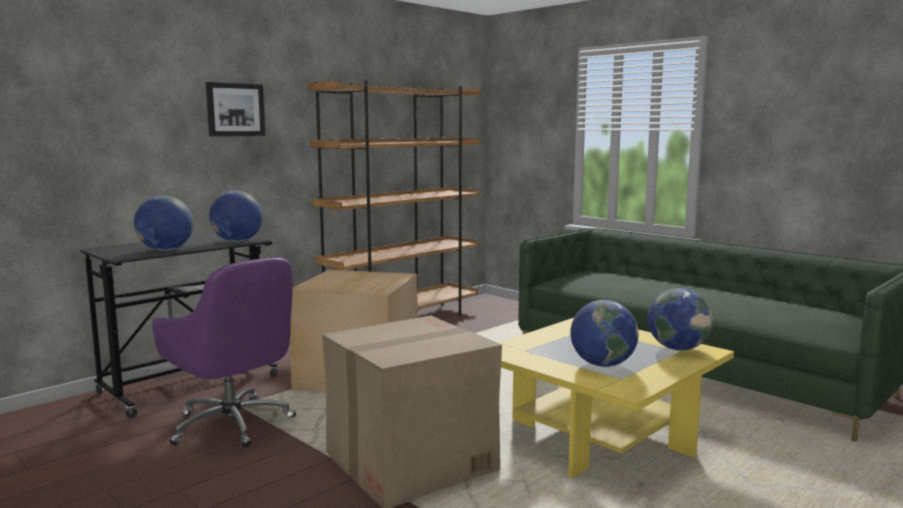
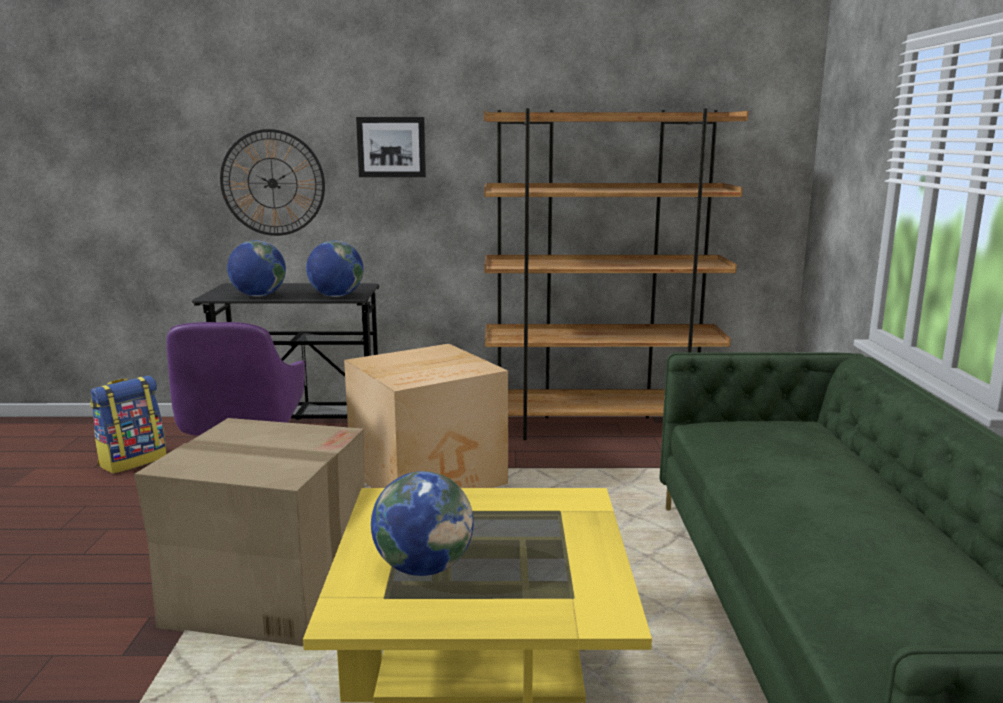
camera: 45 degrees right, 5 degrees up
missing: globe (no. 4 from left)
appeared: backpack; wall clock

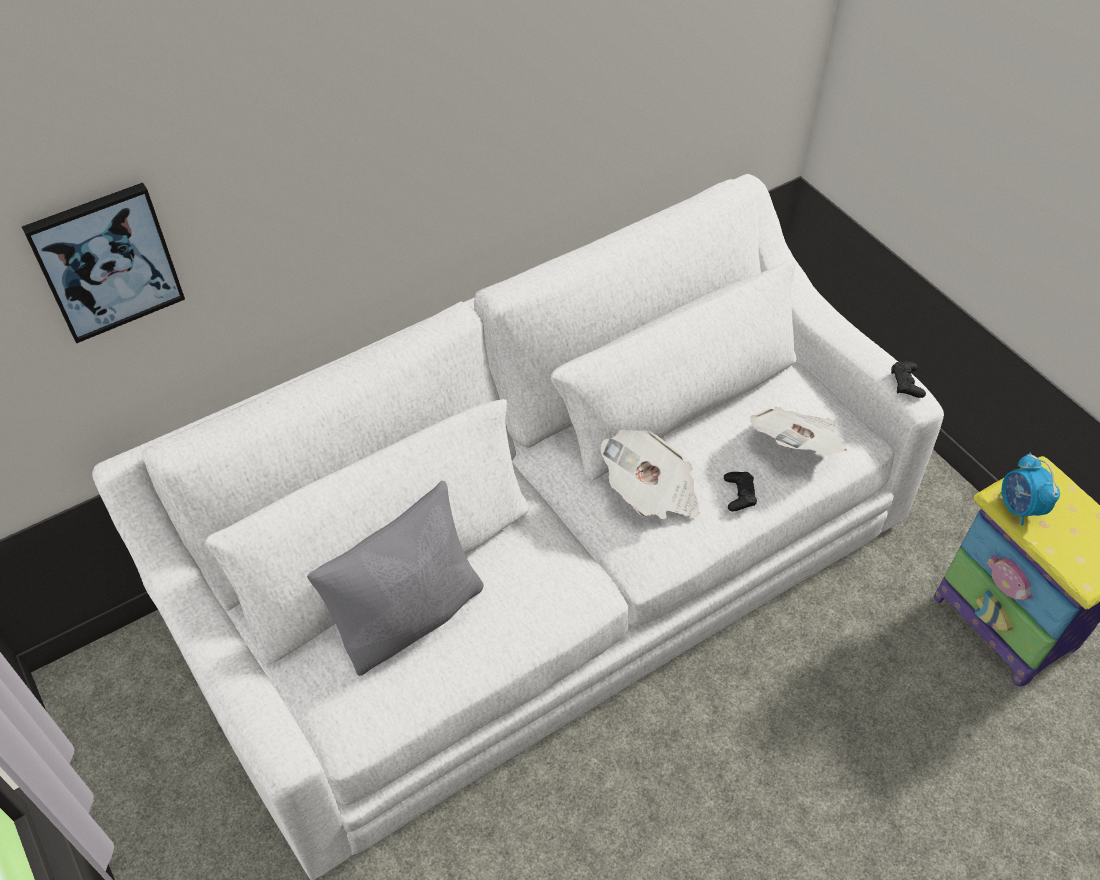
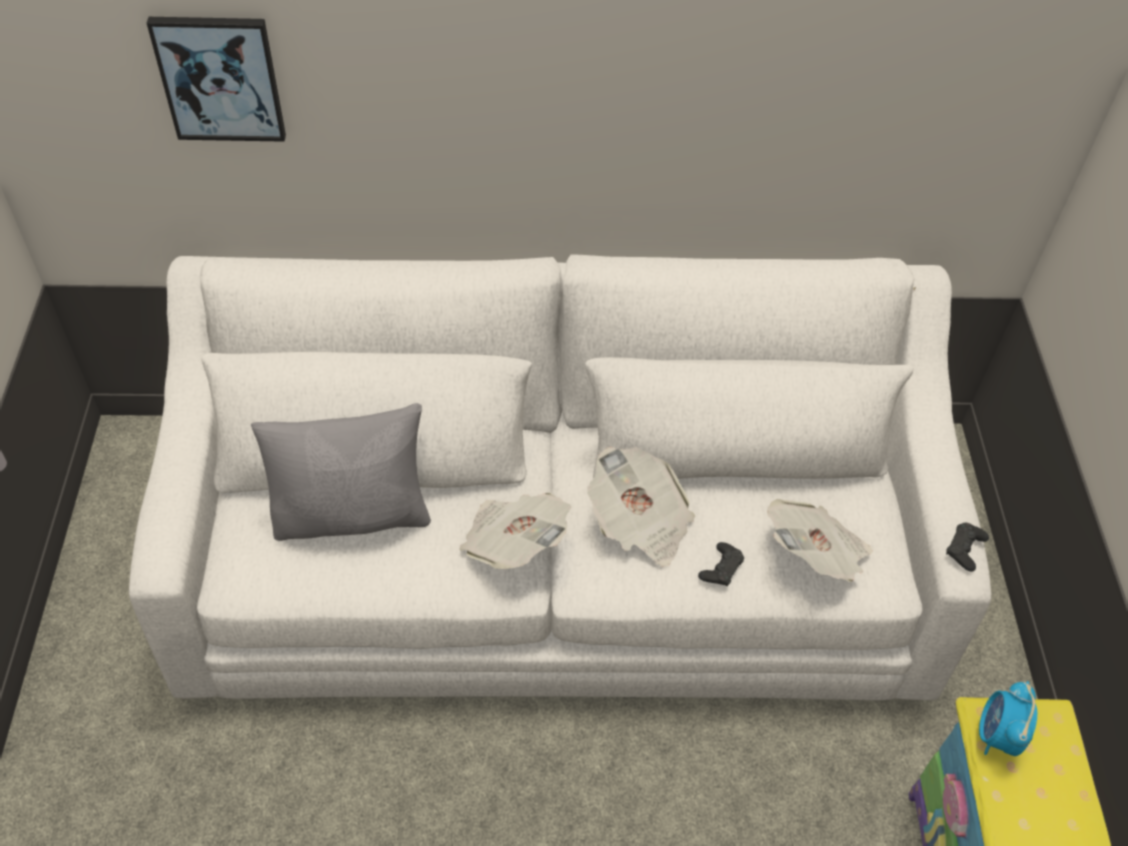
camera: 30 degrees right, 0 degrees up
appeared: newspaper (no. 1 from left)

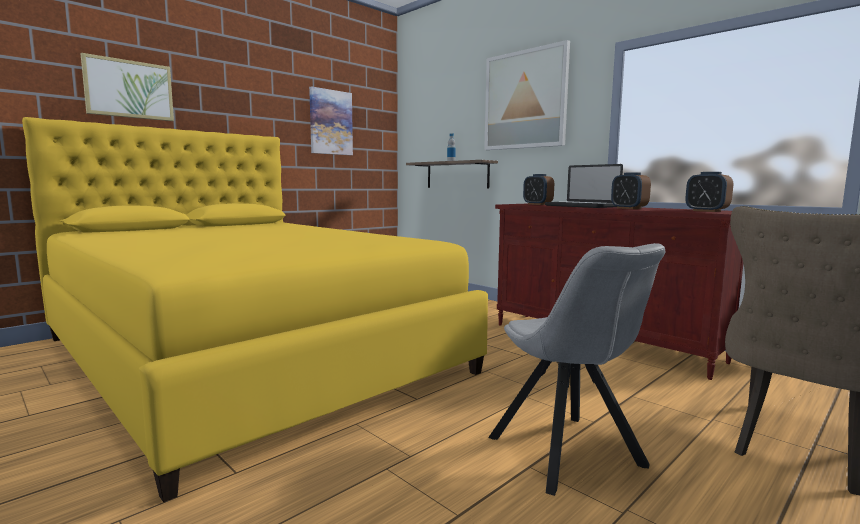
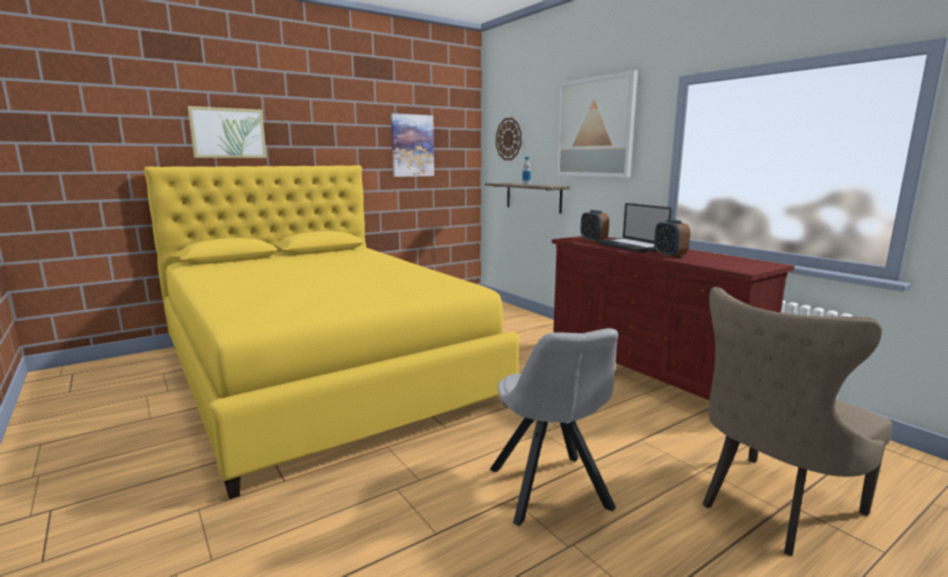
camera: 10 degrees right, 5 degrees up
missing: alarm clock (no. 3 from left)
appeared: wall clock

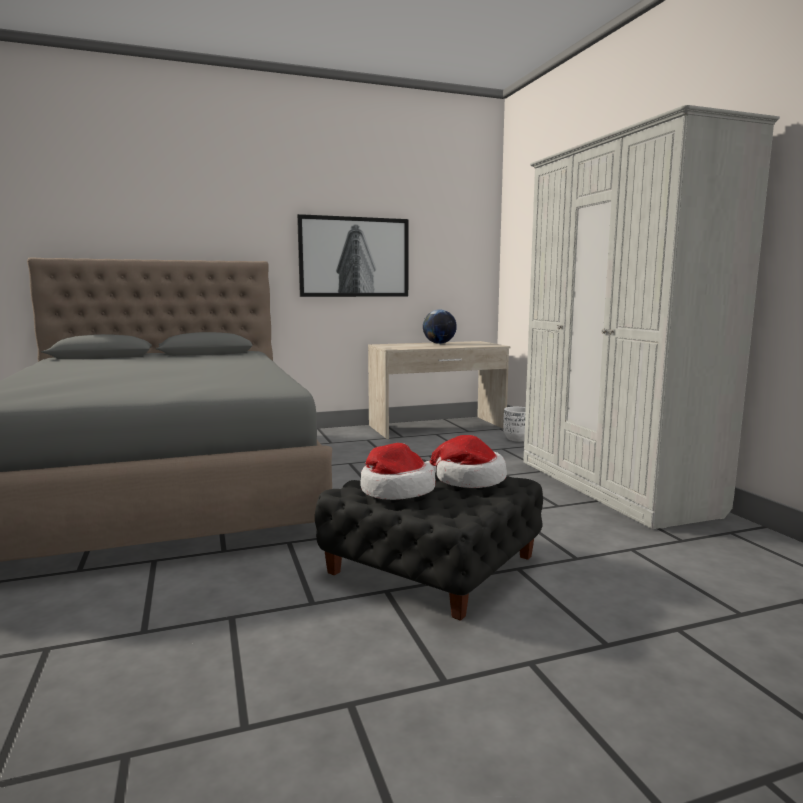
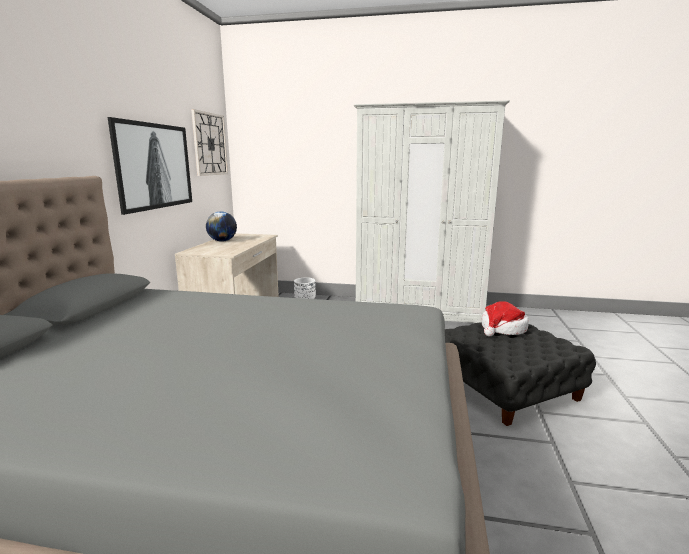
camera: 60 degrees left, 5 degrees up
missing: hat (no. 1 from left)
appeared: wall clock

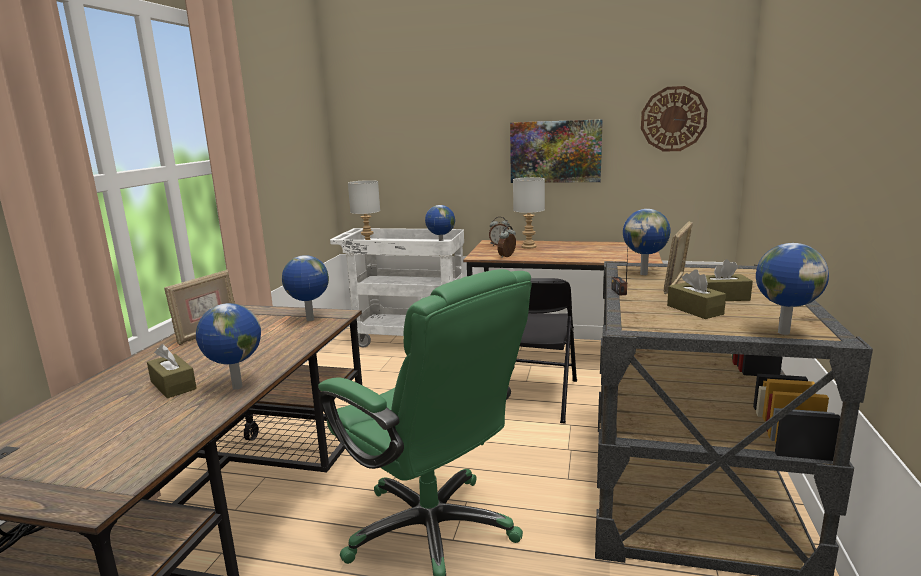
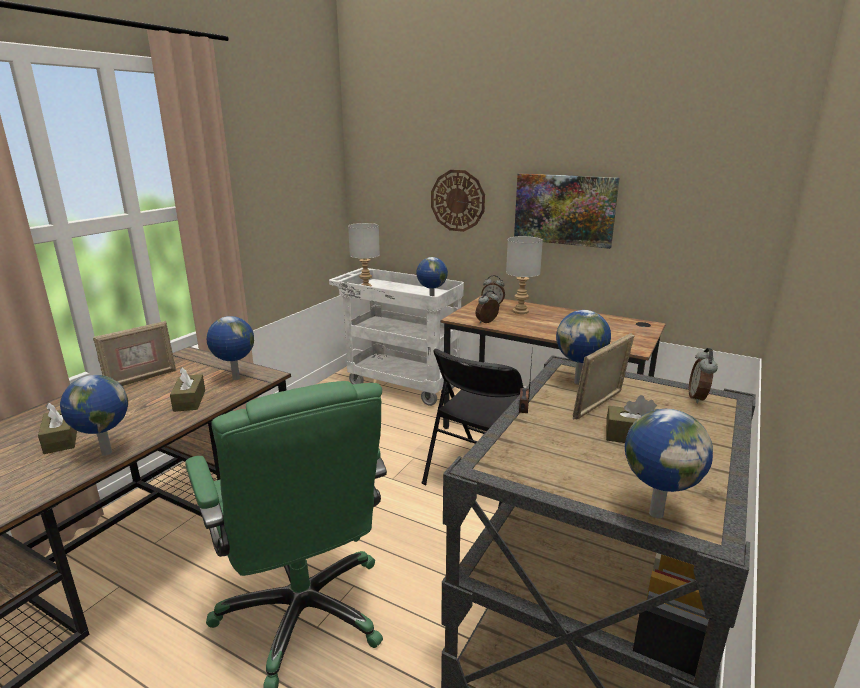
camera: 15 degrees right, 5 degrees up
appeared: alarm clock (no. 3 from left)
relocated: wall clock; tissue box in brown (no. 2 from left)

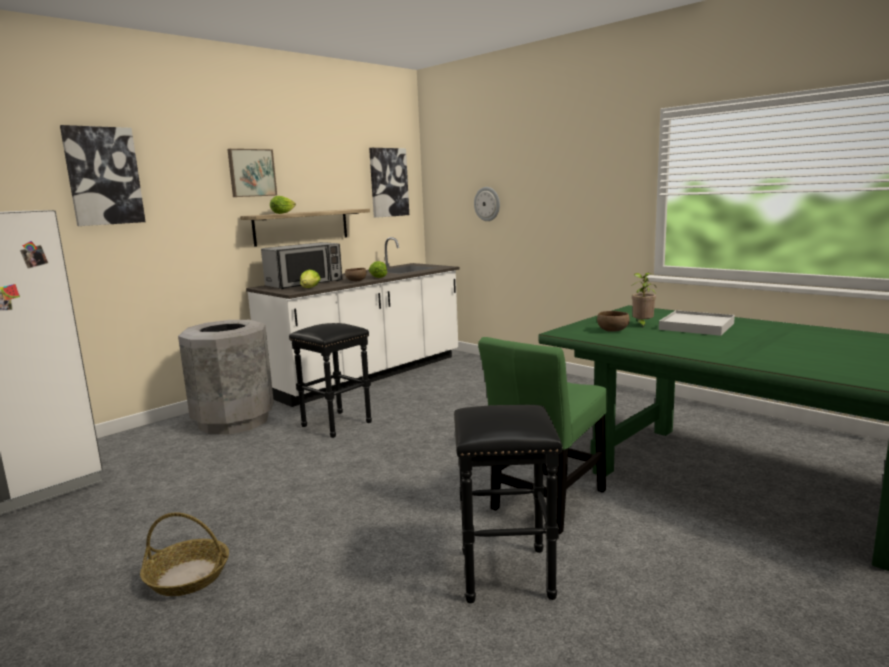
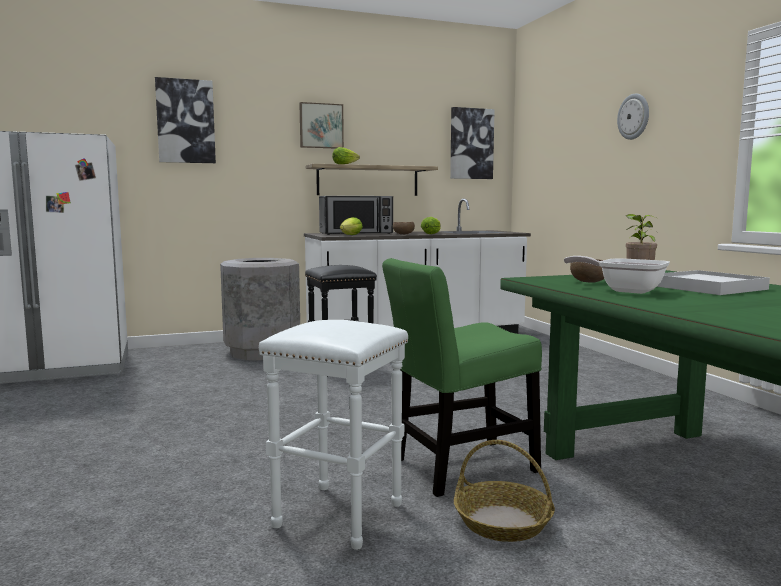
camera: 25 degrees right, 5 degrees down
appeared: frying pan
relocated: basket; wall clock
colour: stool in black (no. 2 from left) to stool in white

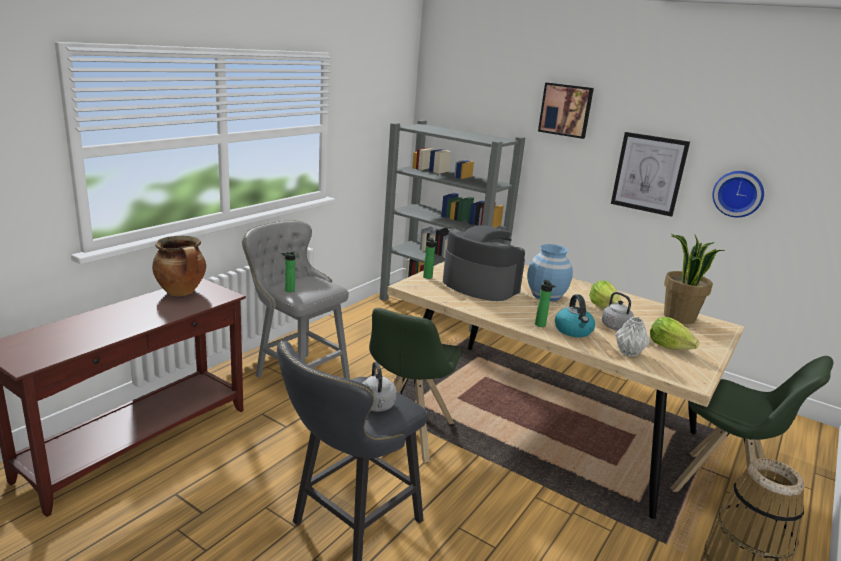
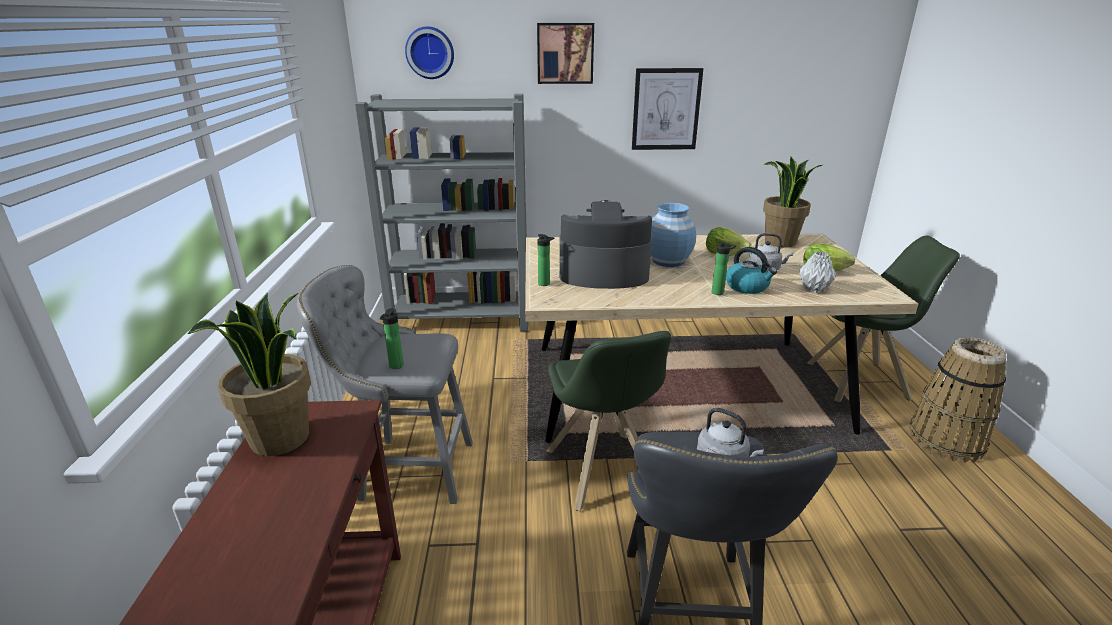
camera: 35 degrees left, 5 degrees up
relocated: wall clock
exchanged: cooking pot to potted plant (no. 1 from left)

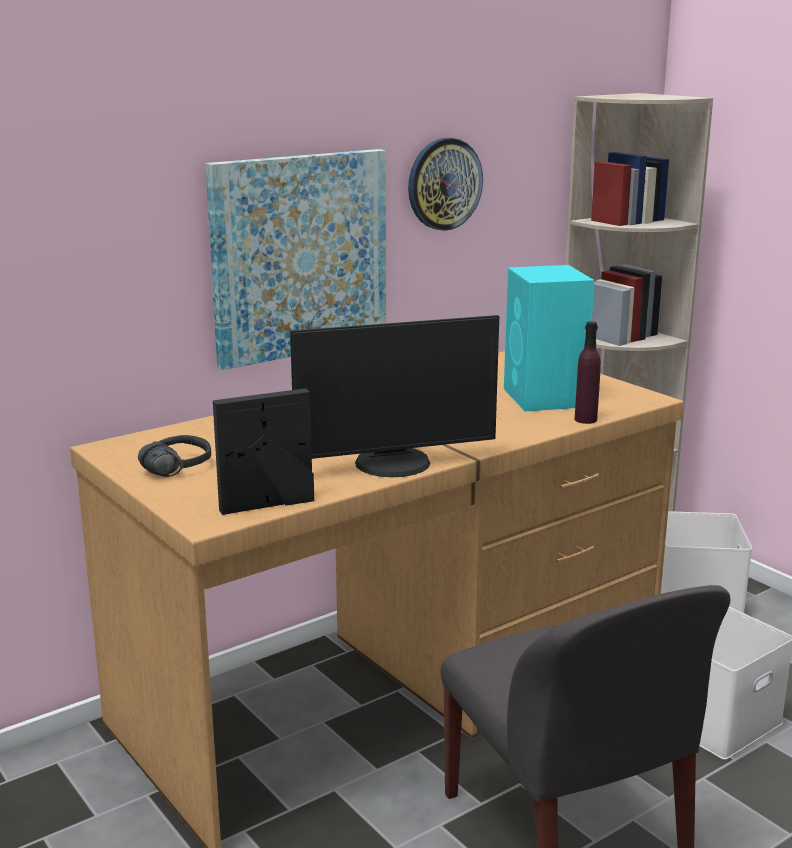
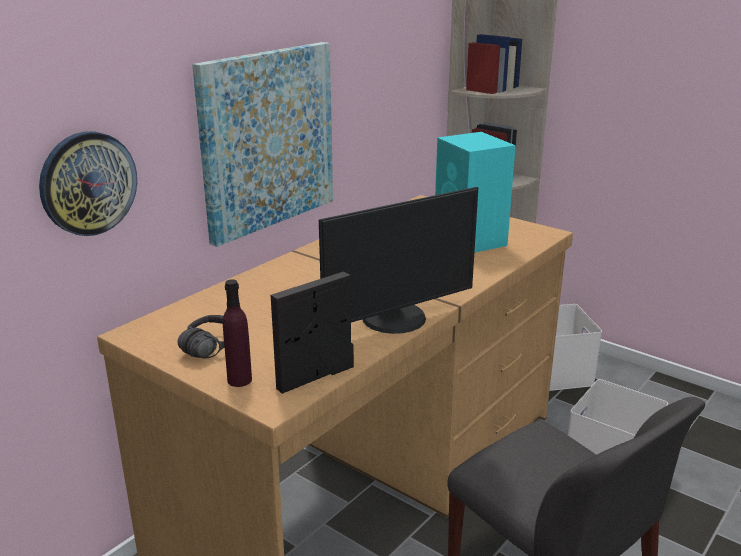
camera: 15 degrees left, 5 degrees up
relocated: wall clock; bottle in purple

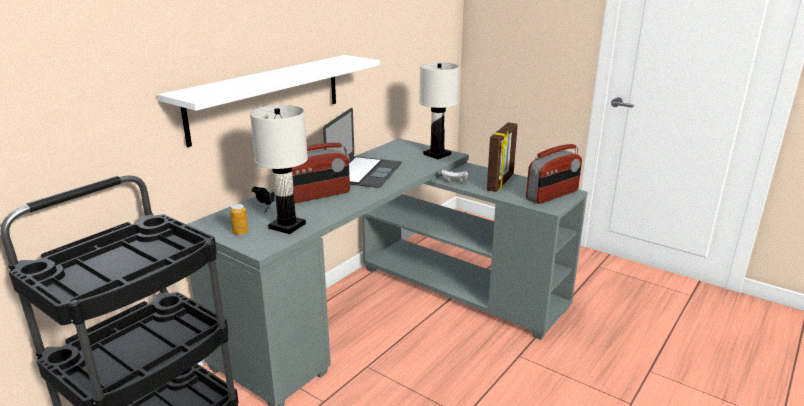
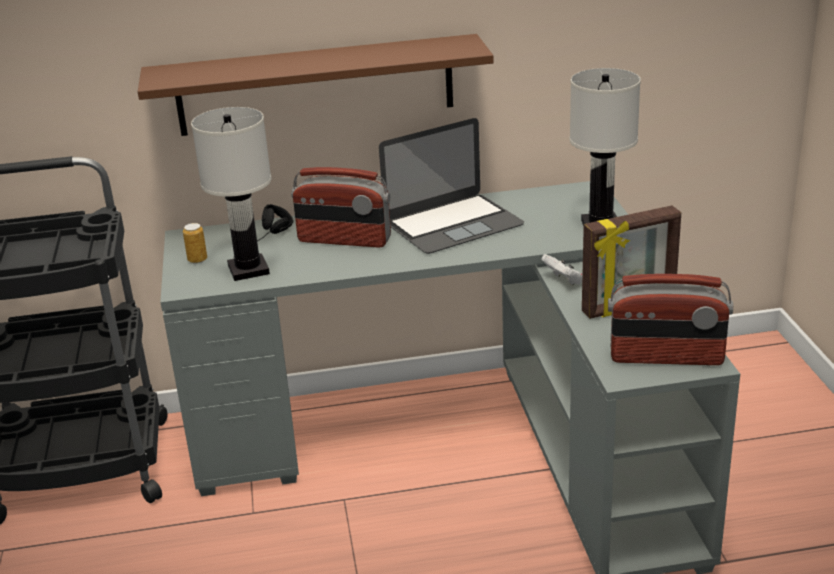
camera: 45 degrees right, 5 degrees up
colour: shelf in white to shelf in brown

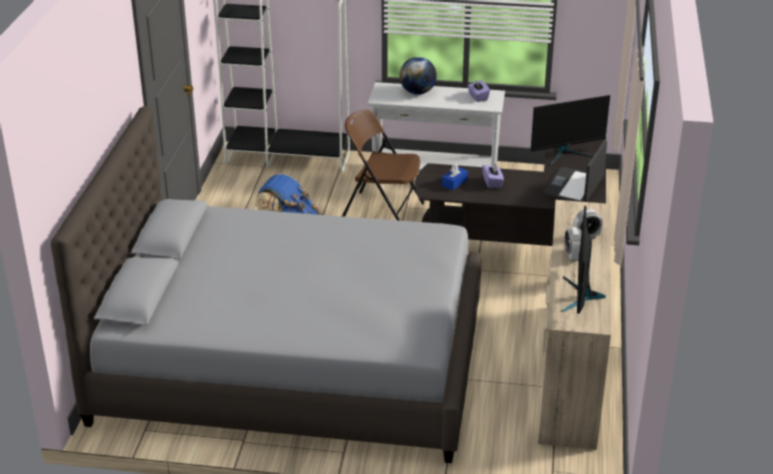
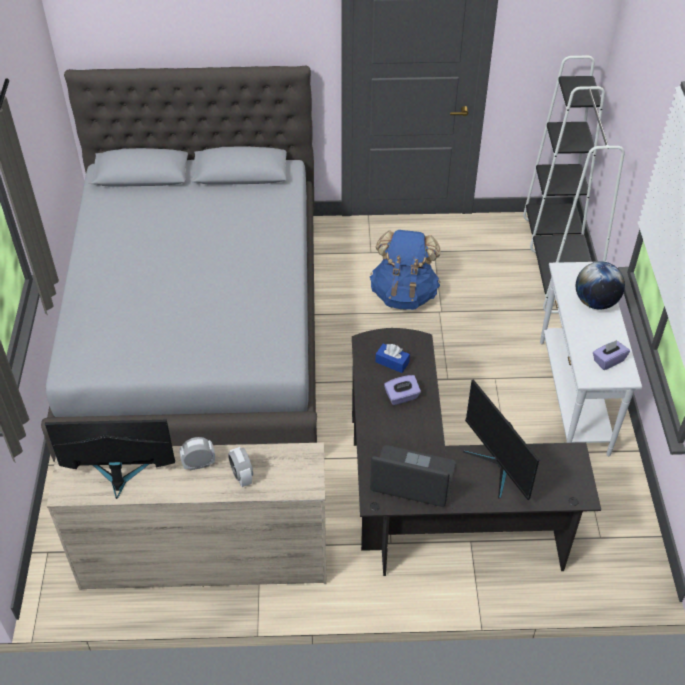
camera: 80 degrees right, 15 degrees up
missing: chair in brown

